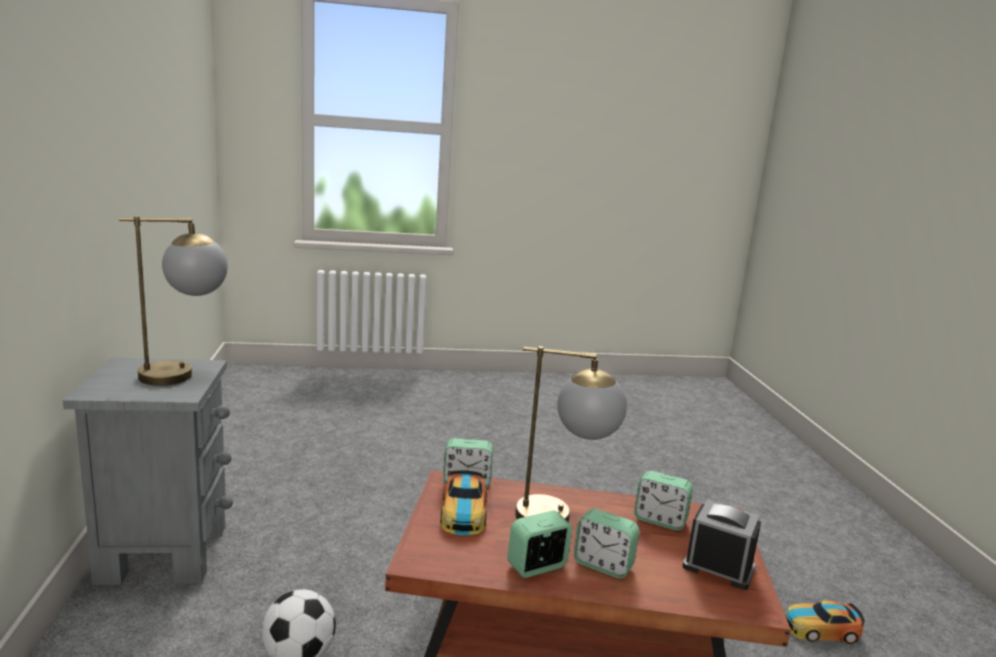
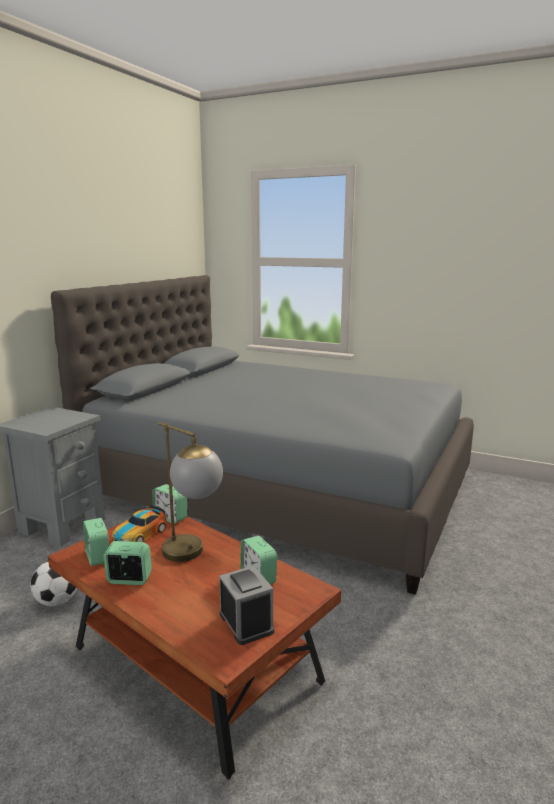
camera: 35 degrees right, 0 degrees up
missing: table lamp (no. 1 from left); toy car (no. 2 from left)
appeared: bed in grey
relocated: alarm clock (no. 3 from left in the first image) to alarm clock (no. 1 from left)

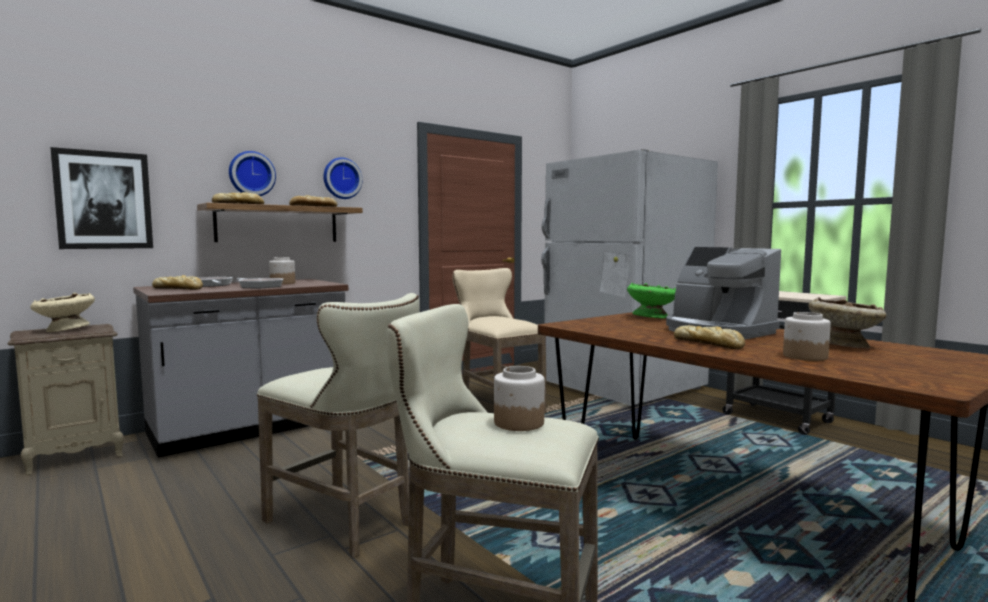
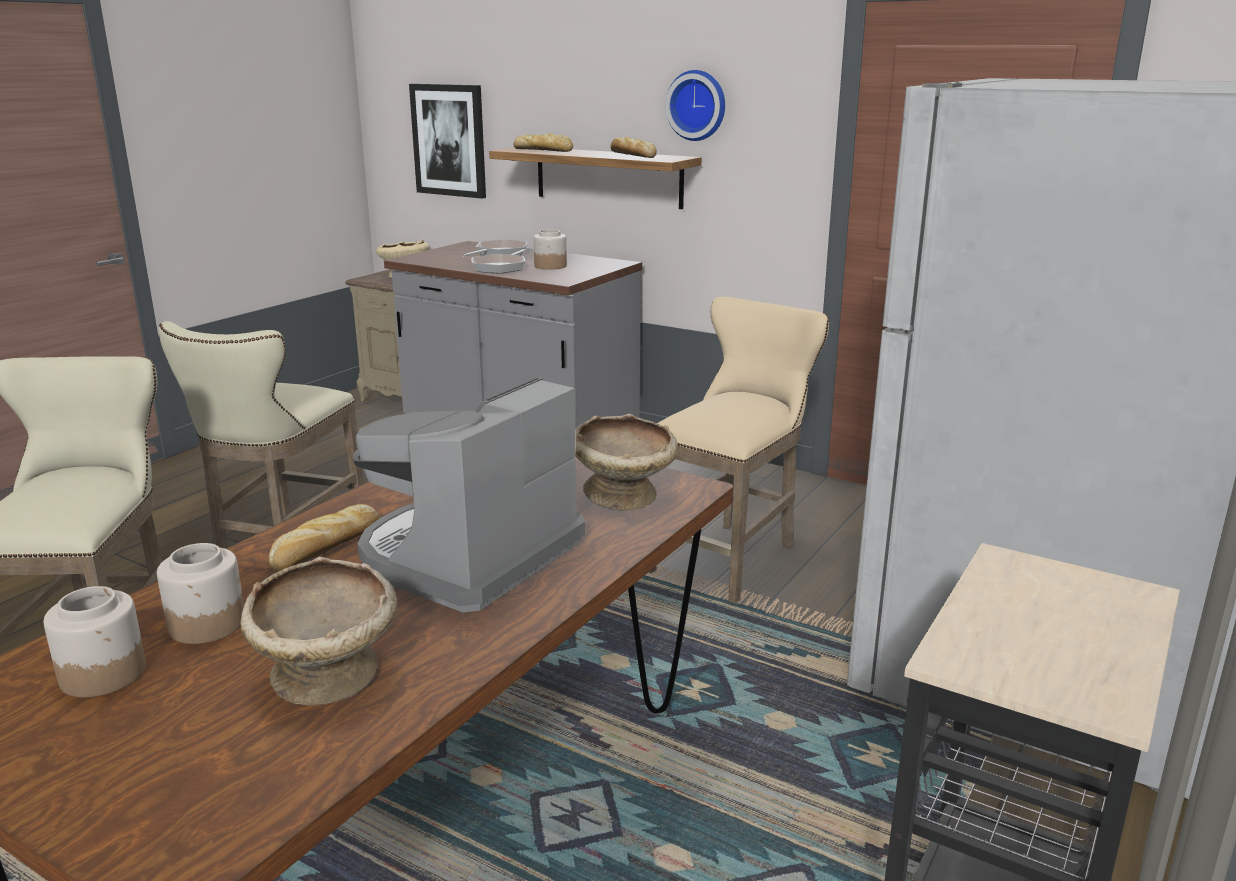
camera: 70 degrees right, 15 degrees up
missing: bread (no. 1 from left); wall clock (no. 1 from left)
relocated: jar (no. 2 from left in the first image) to jar (no. 1 from left)
colour: bowl in green to bowl in beige (no. 3 from left)

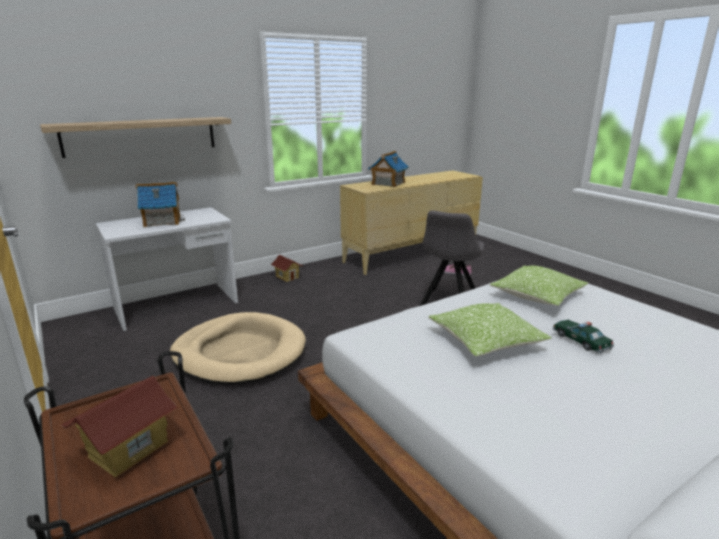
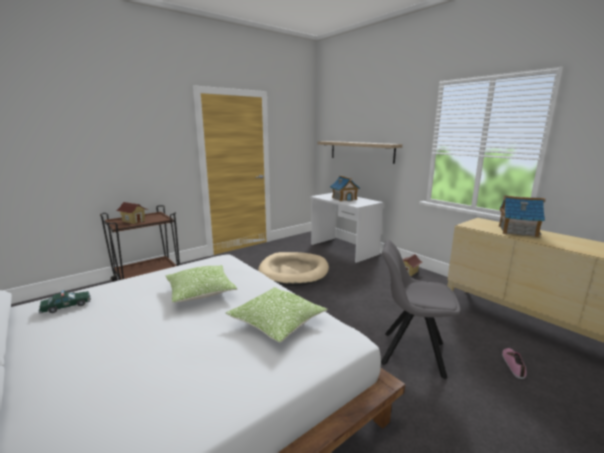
camera: 85 degrees right, 5 degrees down
relocated: toy car

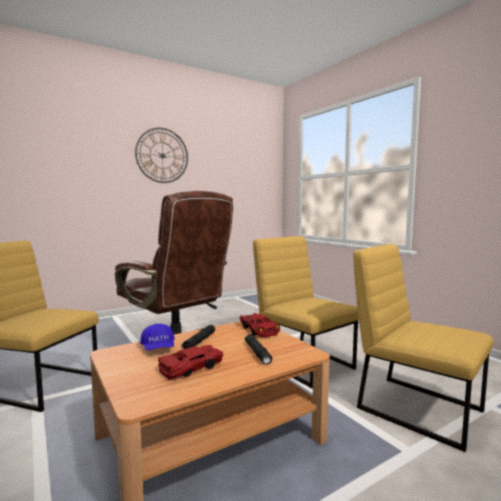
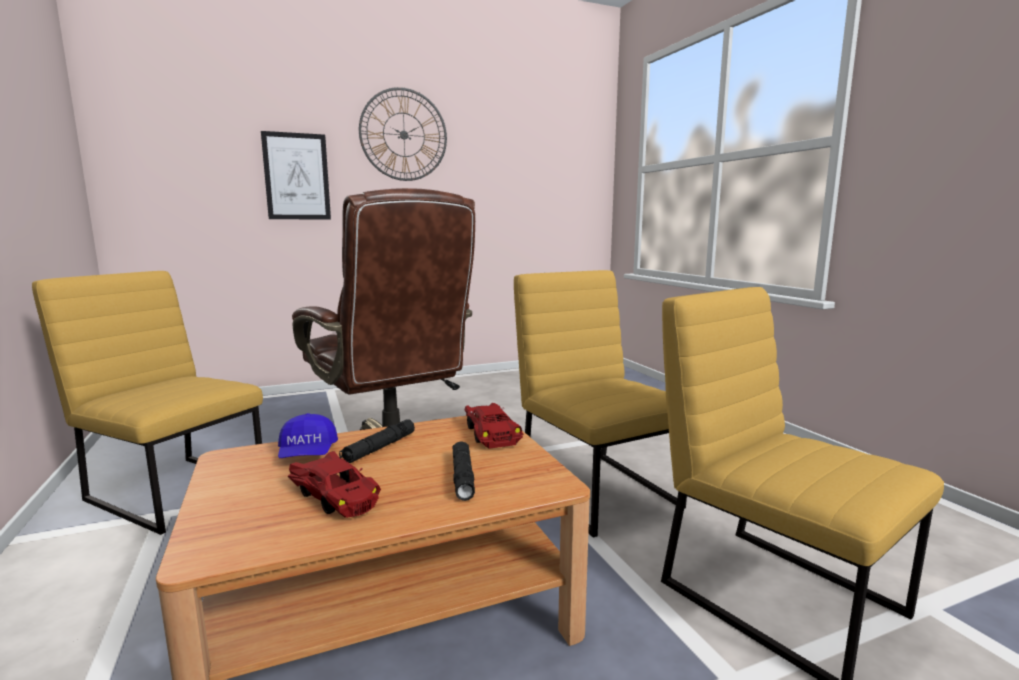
camera: 10 degrees right, 5 degrees up
appeared: picture
spun: toy car in red (no. 1 from left) 75 degrees clockwise

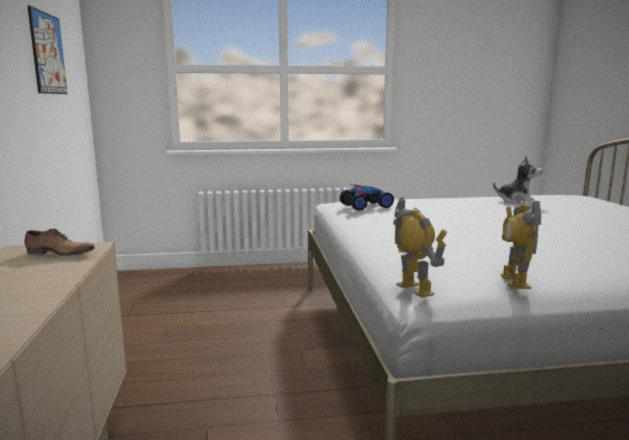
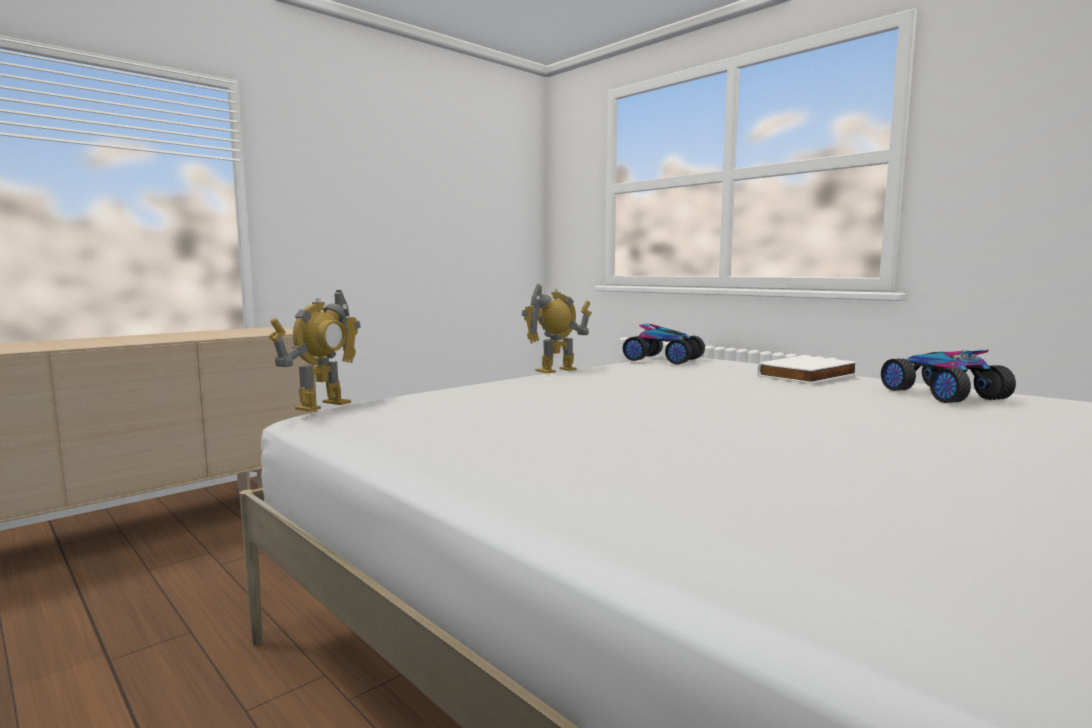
camera: 55 degrees right, 5 degrees down
missing: shoe; picture
appeared: book in white
relocated: toy robot (no. 2 from left)
exchanged: plush toy to toy car (no. 2 from left)

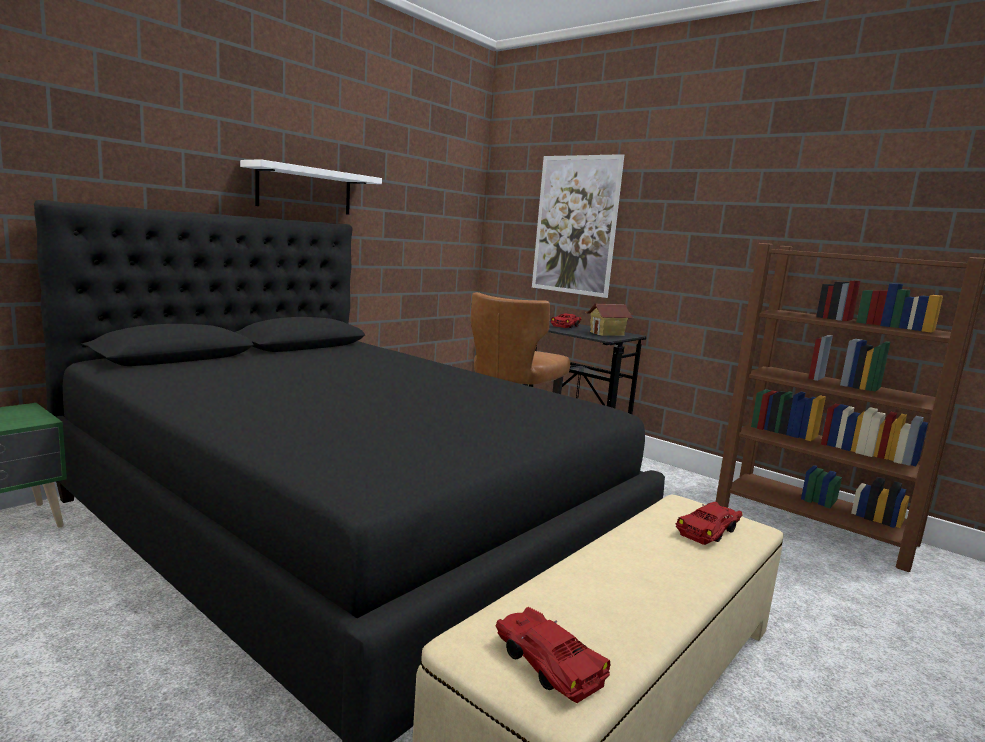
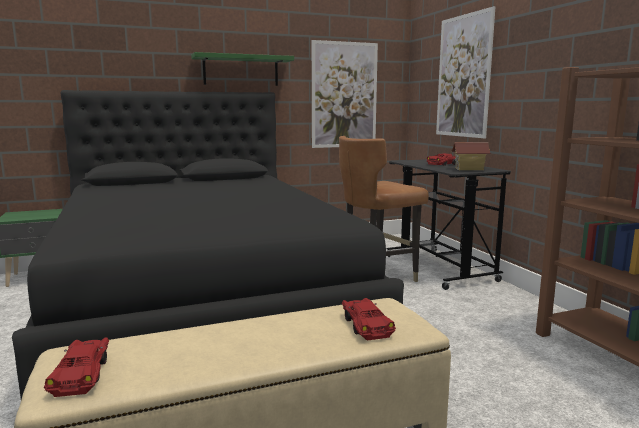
camera: 30 degrees right, 0 degrees up
appeared: picture (no. 1 from left)
colour: shelf in white to shelf in green
spun: toy car in red (no. 3 from left in the first image) 90 degrees counterclockwise

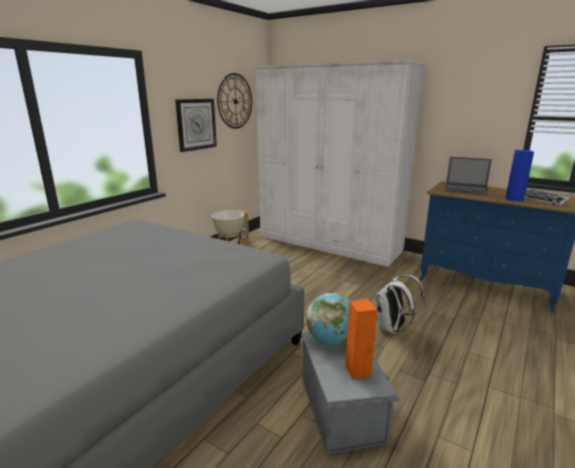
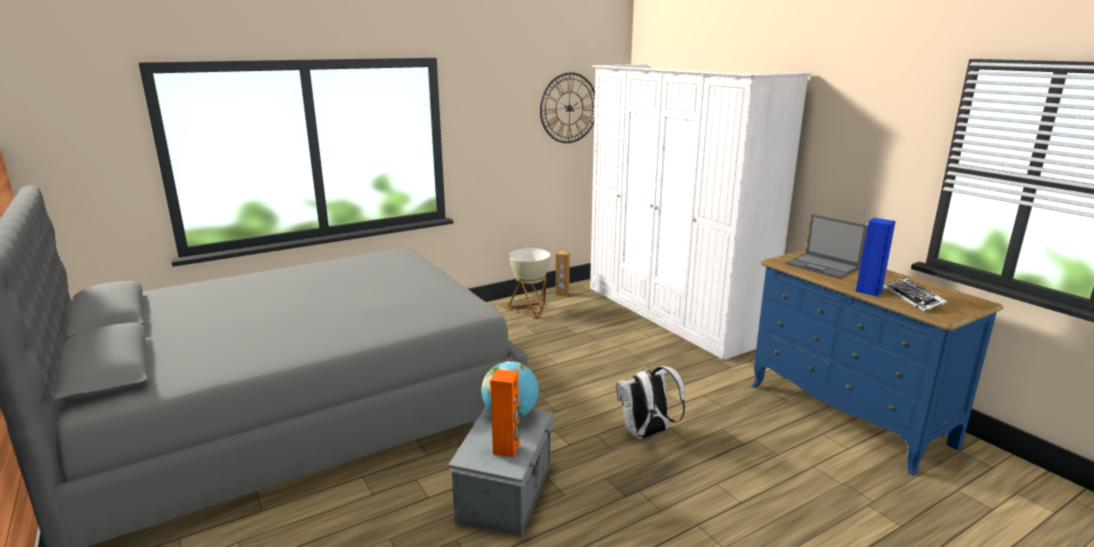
camera: 25 degrees right, 0 degrees up
missing: wall clock (no. 1 from left)

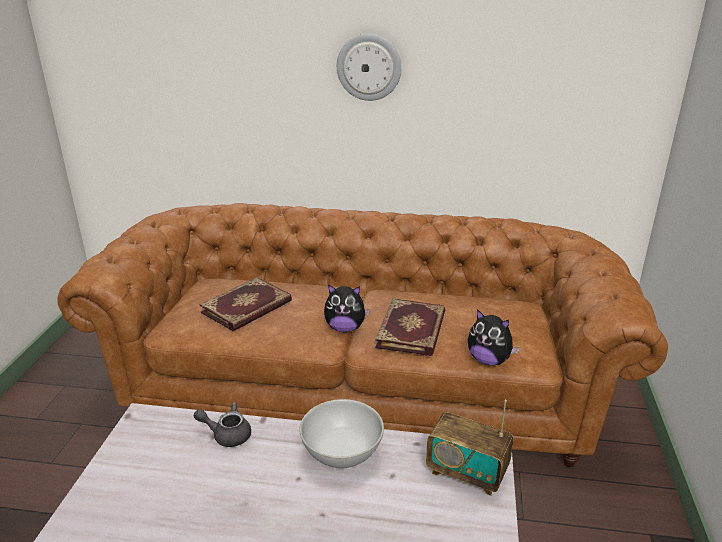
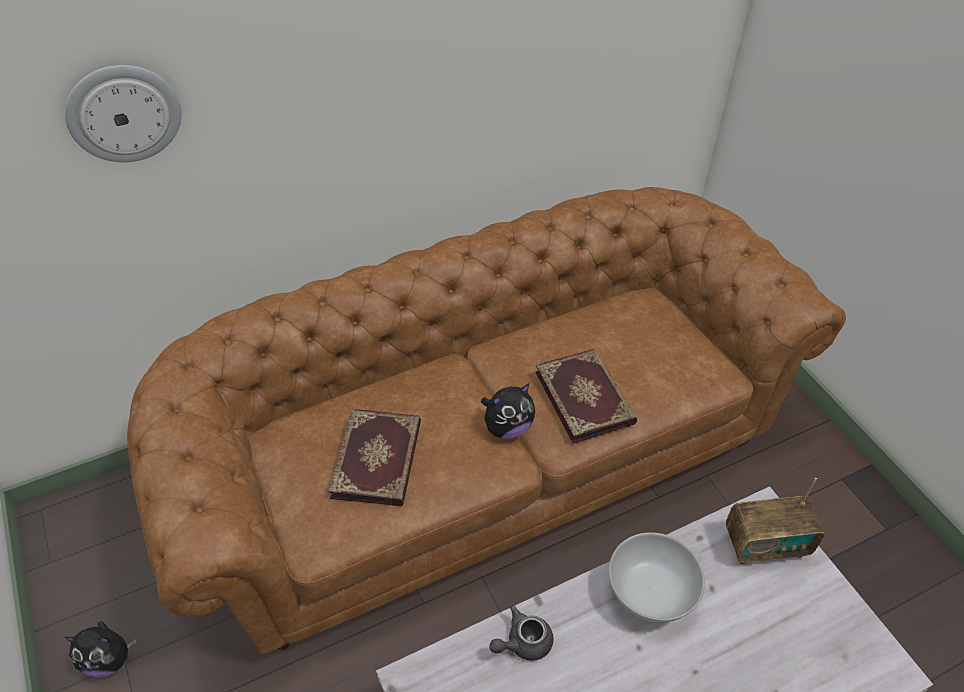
camera: 35 degrees left, 20 degrees up
relocated: wall clock; plush toy (no. 2 from left in the first image) to plush toy (no. 1 from left)

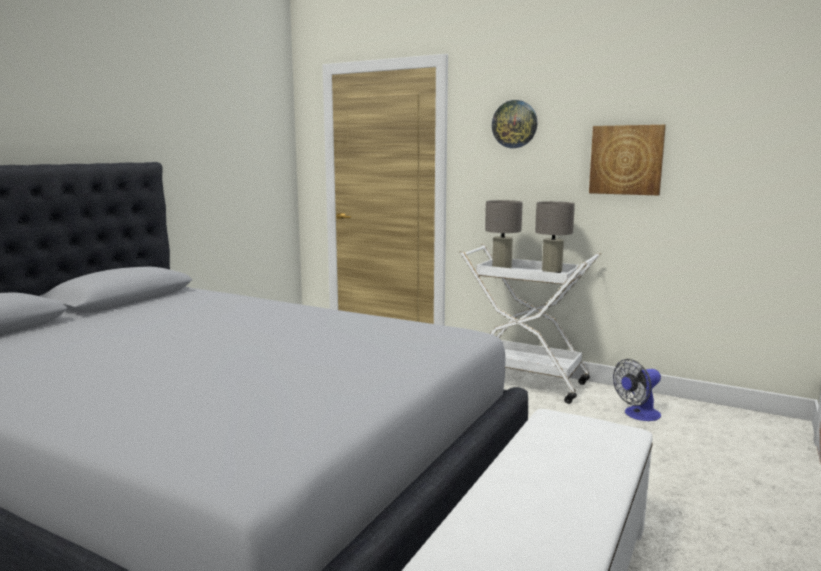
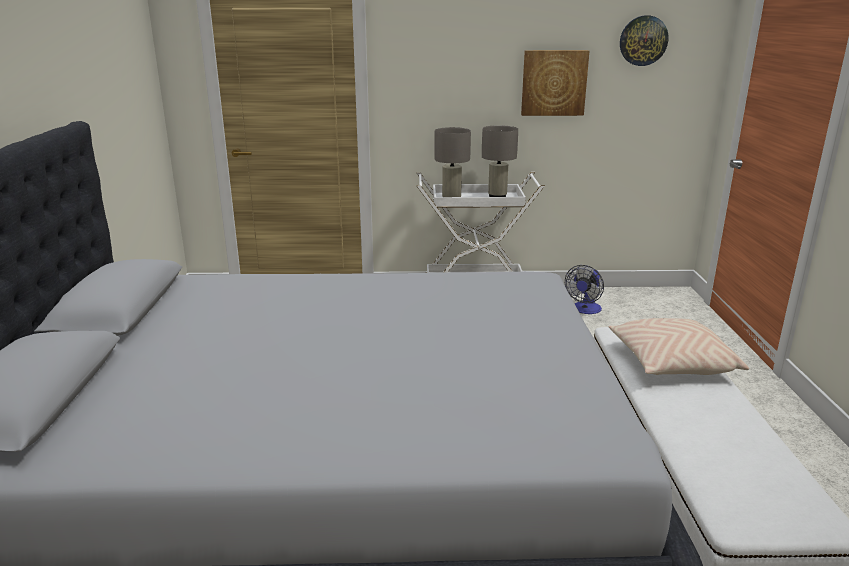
camera: 30 degrees left, 10 degrees up
appeared: pillow in beige
relocated: wall clock

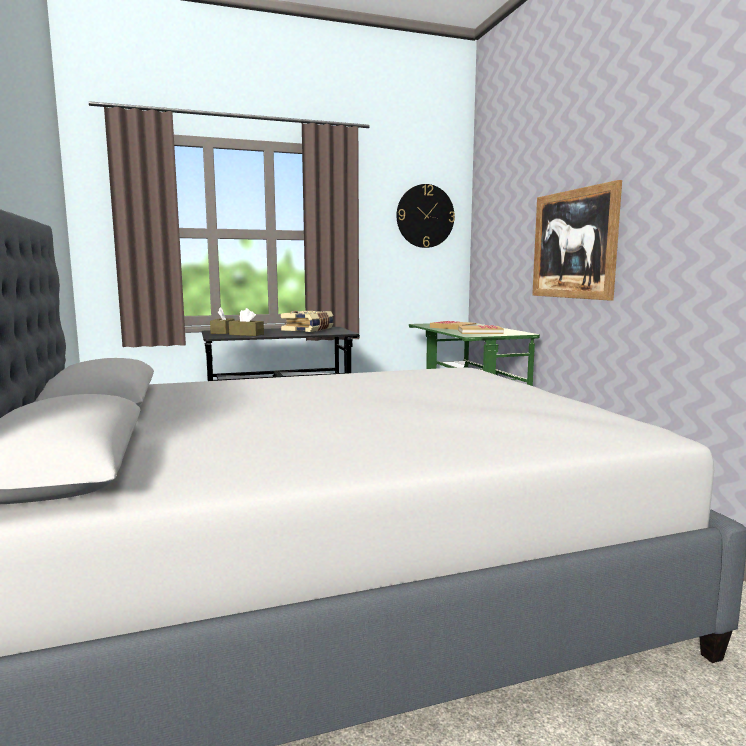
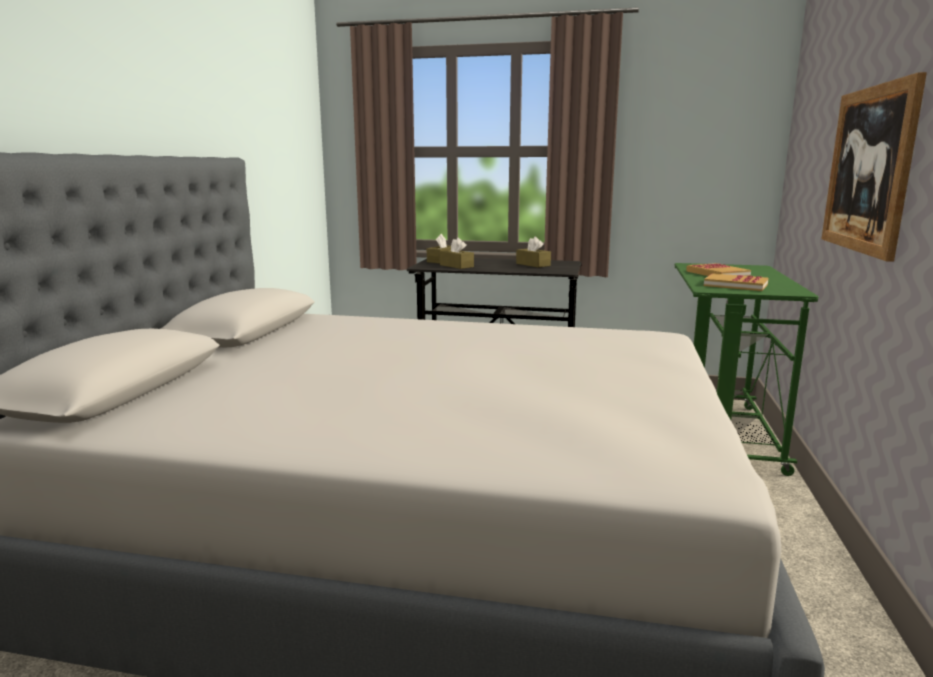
camera: 30 degrees right, 5 degrees up
missing: wall clock
exchanged: book (no. 1 from left) to tissue box in brown (no. 3 from left)

